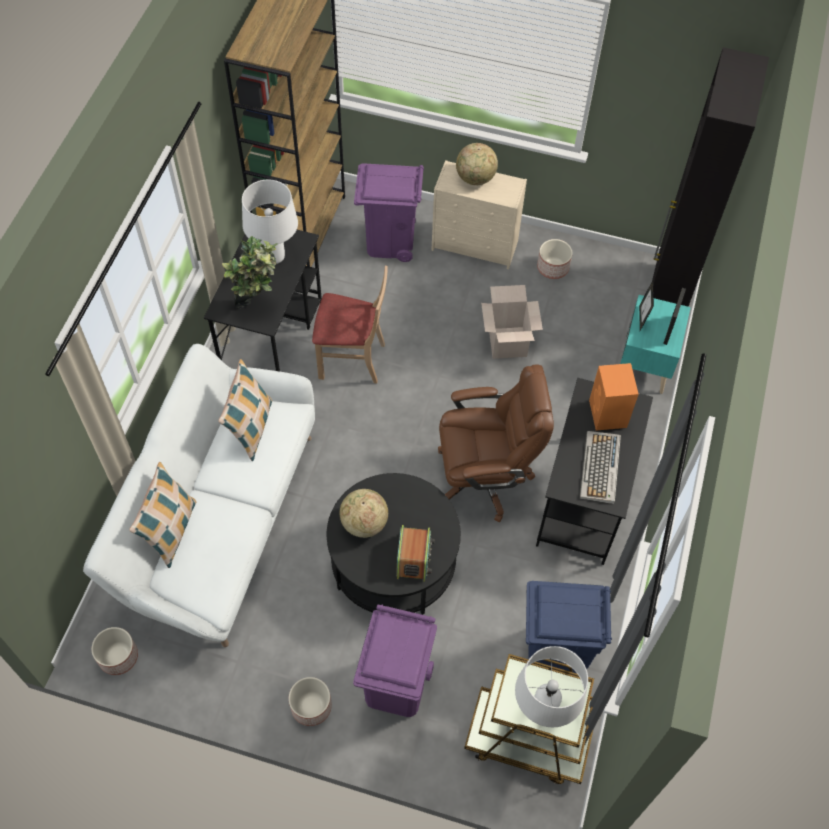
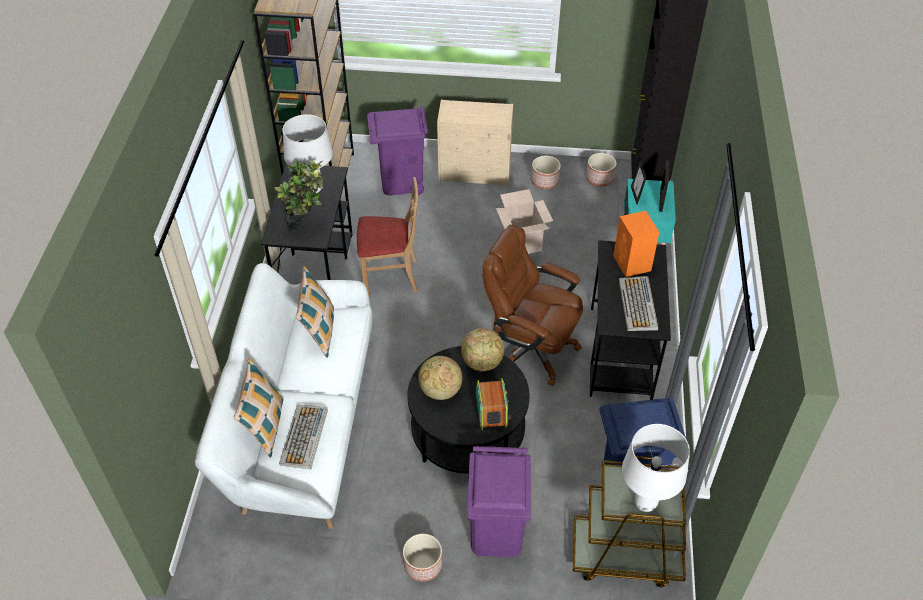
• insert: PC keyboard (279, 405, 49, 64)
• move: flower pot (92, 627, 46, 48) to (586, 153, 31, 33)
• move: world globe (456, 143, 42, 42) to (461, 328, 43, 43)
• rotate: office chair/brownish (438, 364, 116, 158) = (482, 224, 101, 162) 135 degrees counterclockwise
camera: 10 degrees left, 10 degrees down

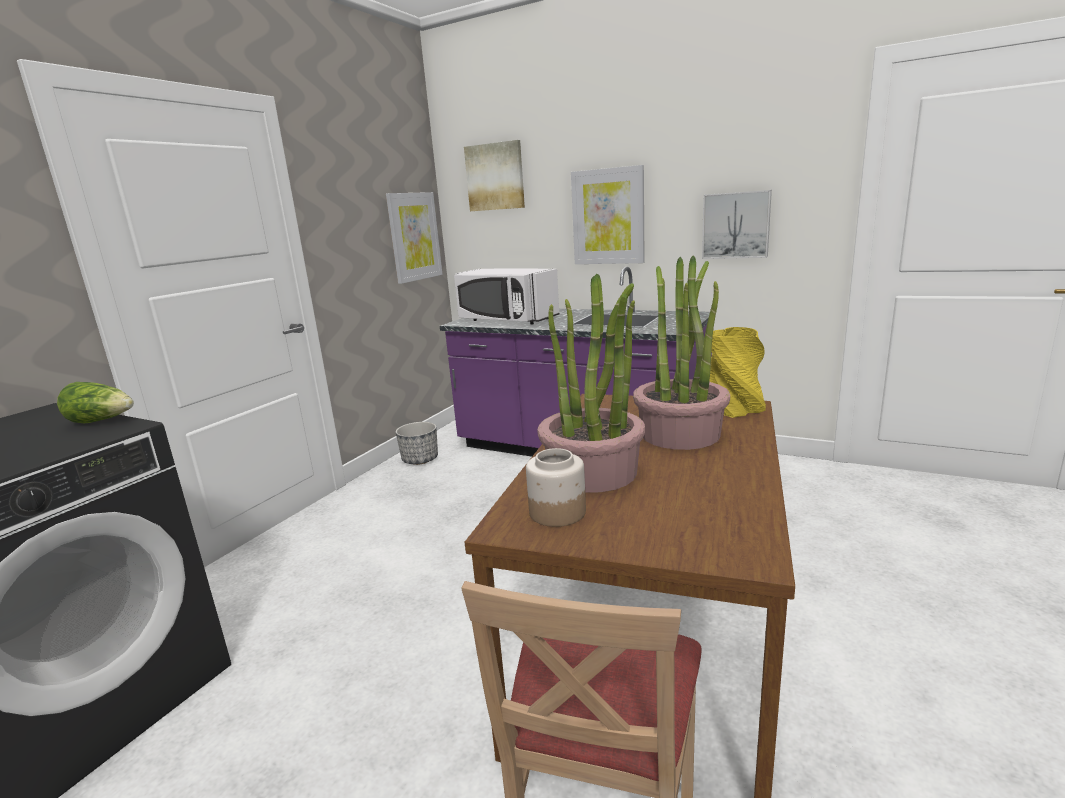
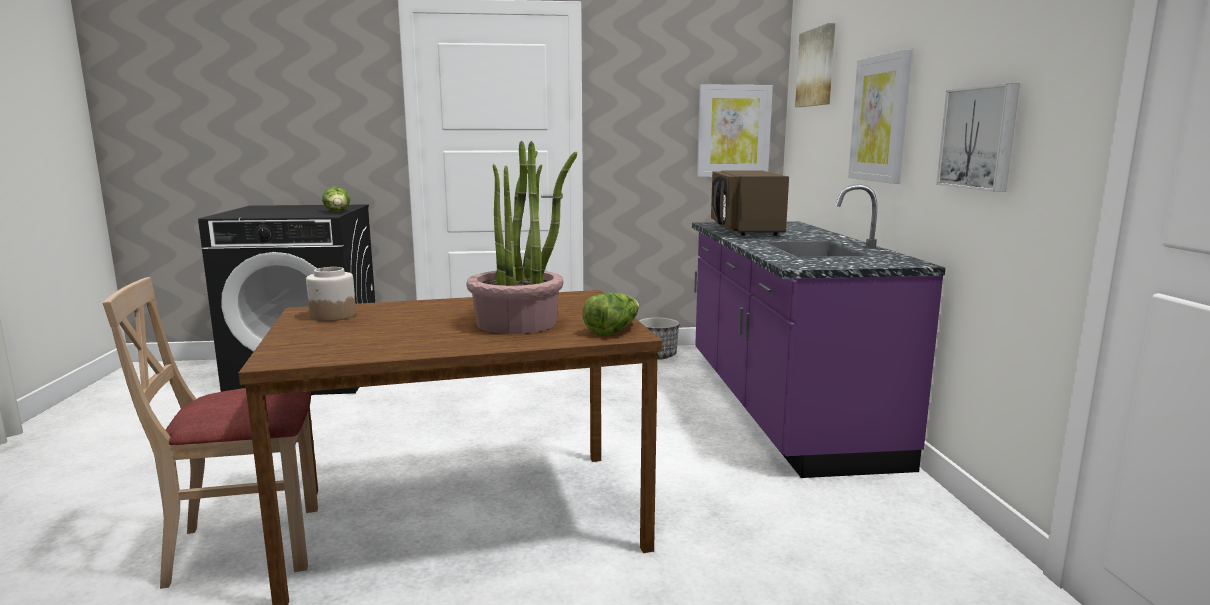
• delete: plant in a pot (537, 274, 108, 219)
• replace: decorative vase/yellow-coloured (709, 327, 57, 91) to lettuce (583, 293, 56, 43)
• recolor: microwave/white-coloured (454, 269, 105, 56) to microwave/brownish (711, 171, 78, 65)
camera: 55 degrees right, 5 degrees down

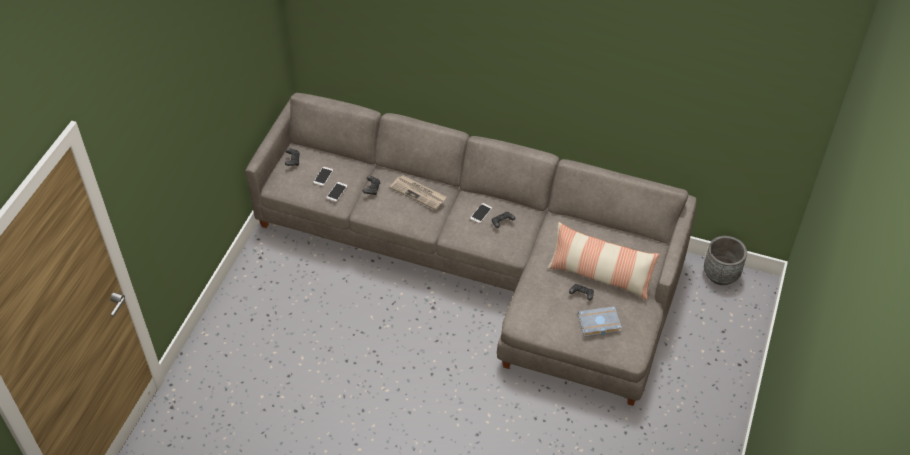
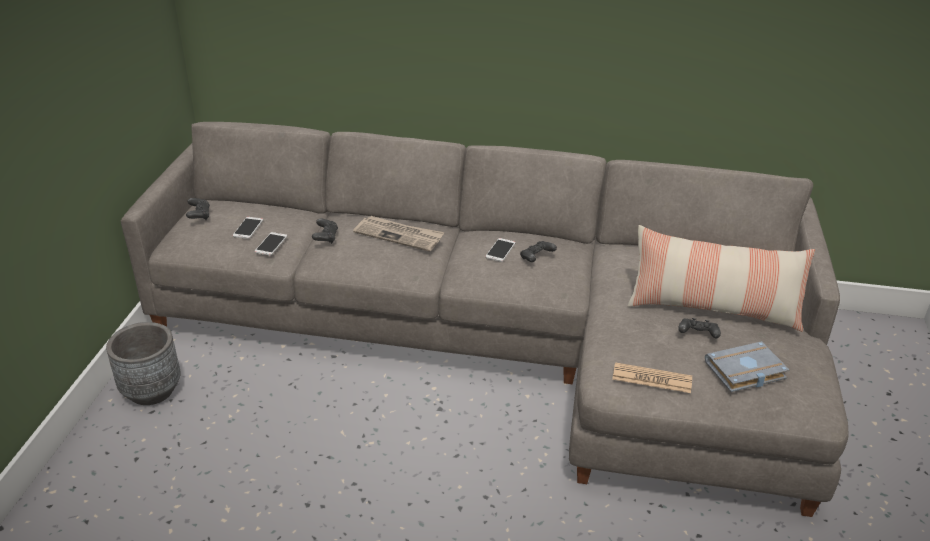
• insert: newspaper (612, 362, 80, 31)
• move: flower pot/grey (704, 236, 43, 49) to (106, 322, 75, 83)
camera: 10 degrees left, 15 degrees down

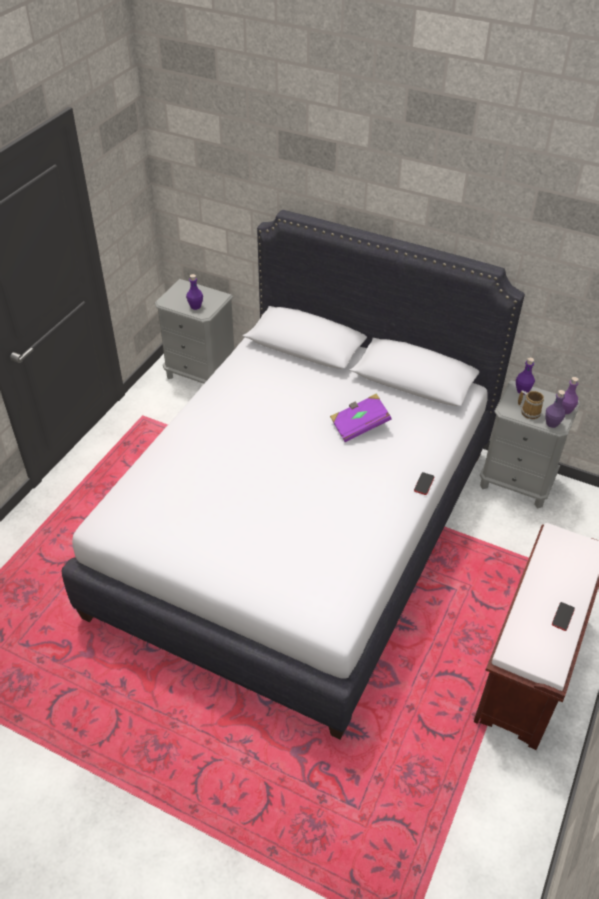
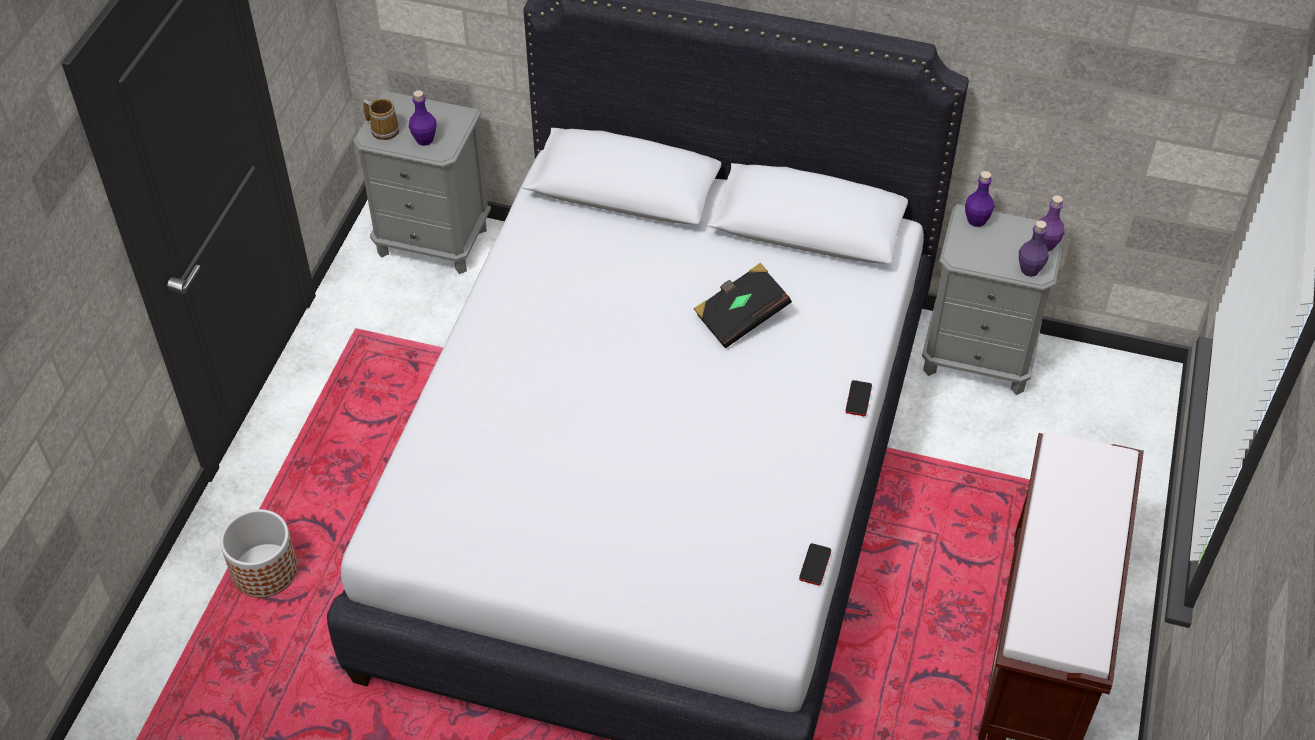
• insert: flower pot (220, 509, 78, 89)
• move: coffee mug (518, 390, 26, 29) to (363, 98, 36, 42)
• move: telephone (552, 602, 23, 29) to (799, 543, 32, 43)
• recolor: book/purple-coloured (330, 393, 62, 49) to book/black (694, 263, 98, 86)
camera: 10 degrees left, 5 degrees up

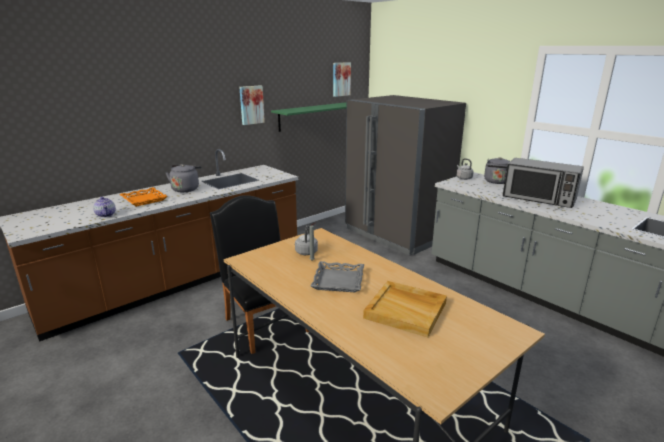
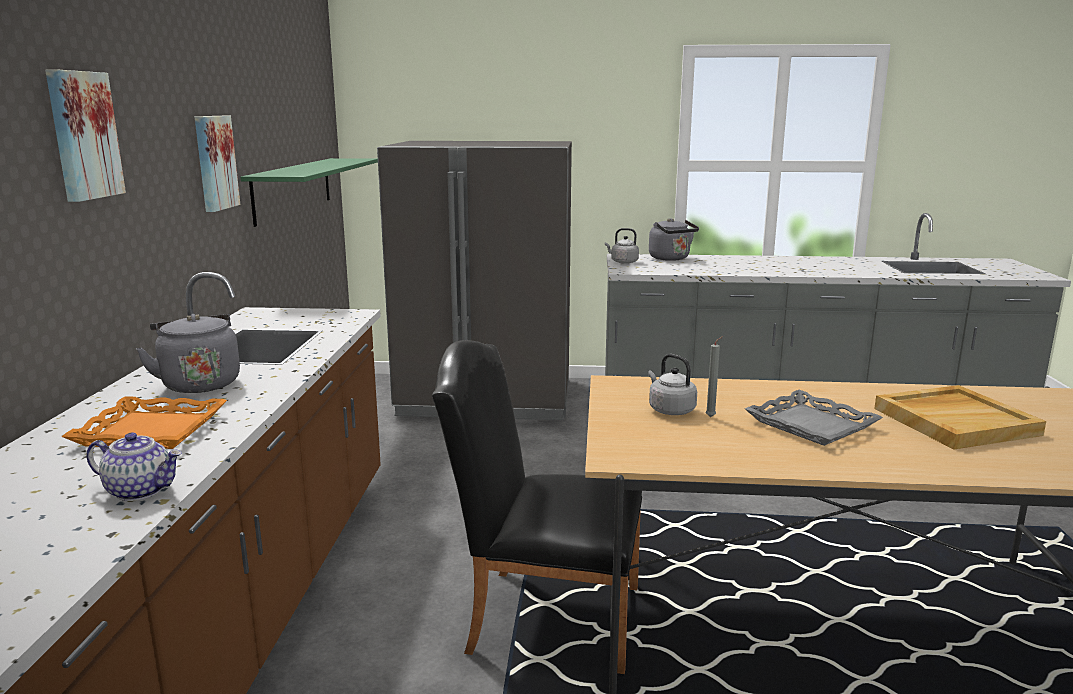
• delete: microwave (503, 158, 81, 50)
• move: picture (333, 62, 18, 35) to (45, 69, 81, 133)
camera: 45 degrees left, 5 degrees down

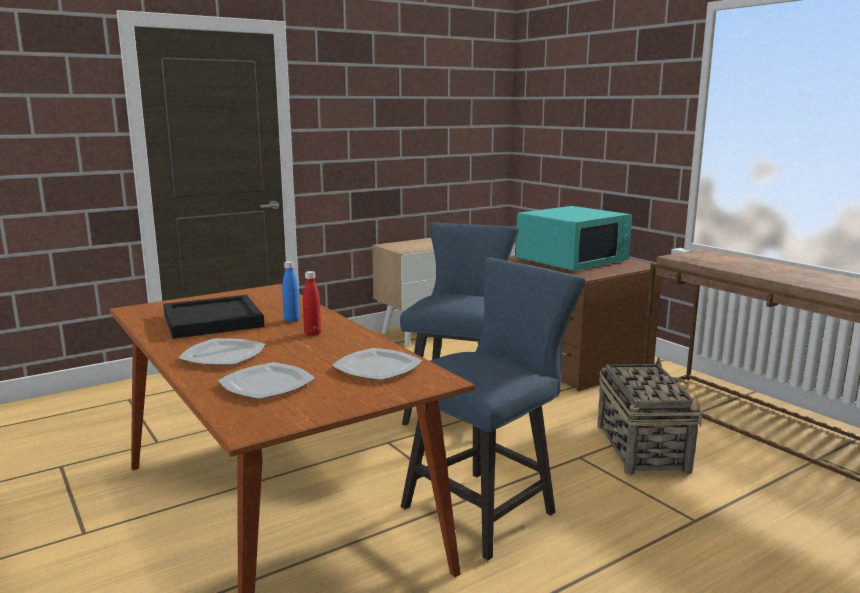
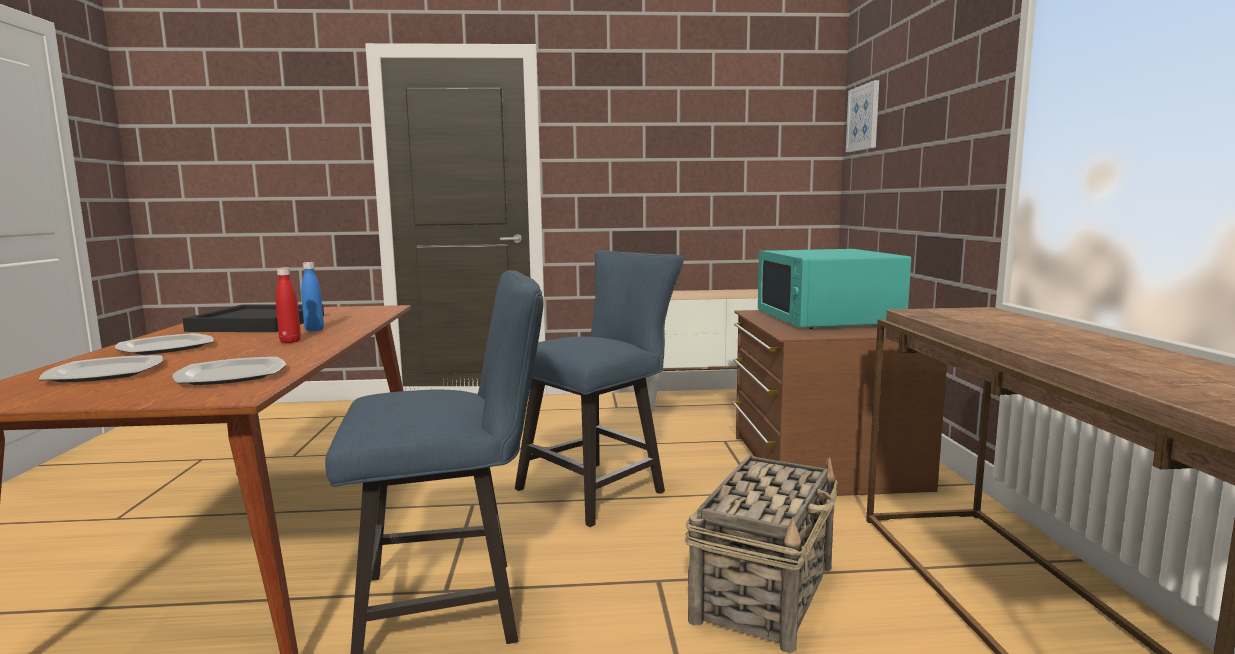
• insert: picture (846, 80, 33, 72)
• rotate: microwave/turquoise-coloured (516, 206, 116, 65) = (758, 249, 153, 80) 90 degrees clockwise
camera: 30 degrees right, 5 degrees down

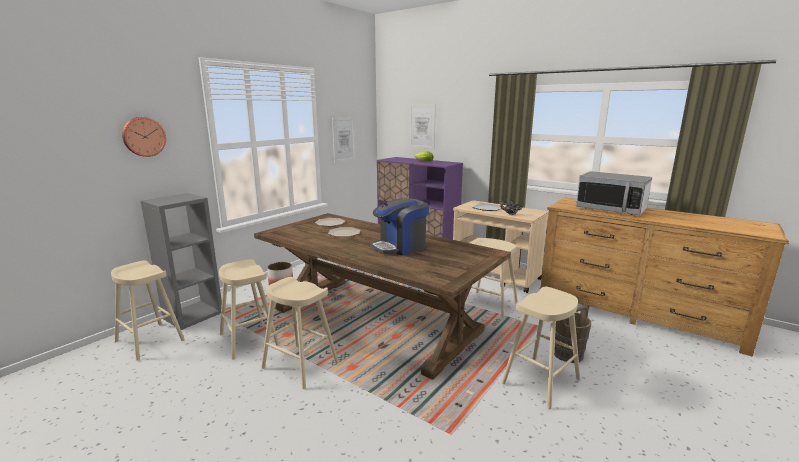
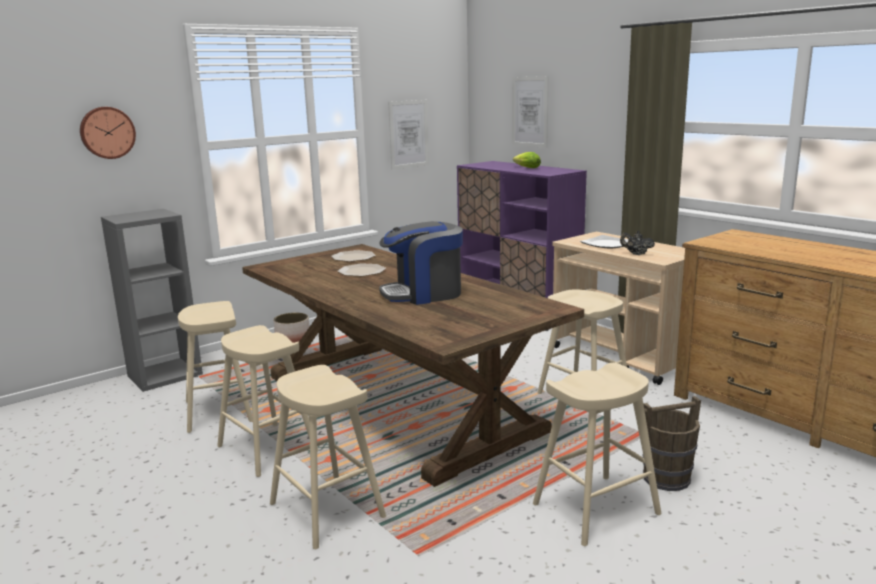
• delete: microwave (576, 171, 76, 44)
• move: sitting stool/beige (111, 260, 74, 101) to (270, 365, 116, 184)
camera: 15 degrees right, 0 degrees up

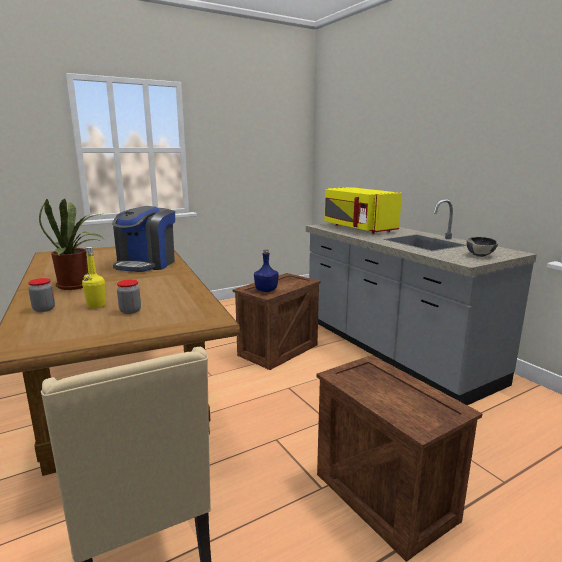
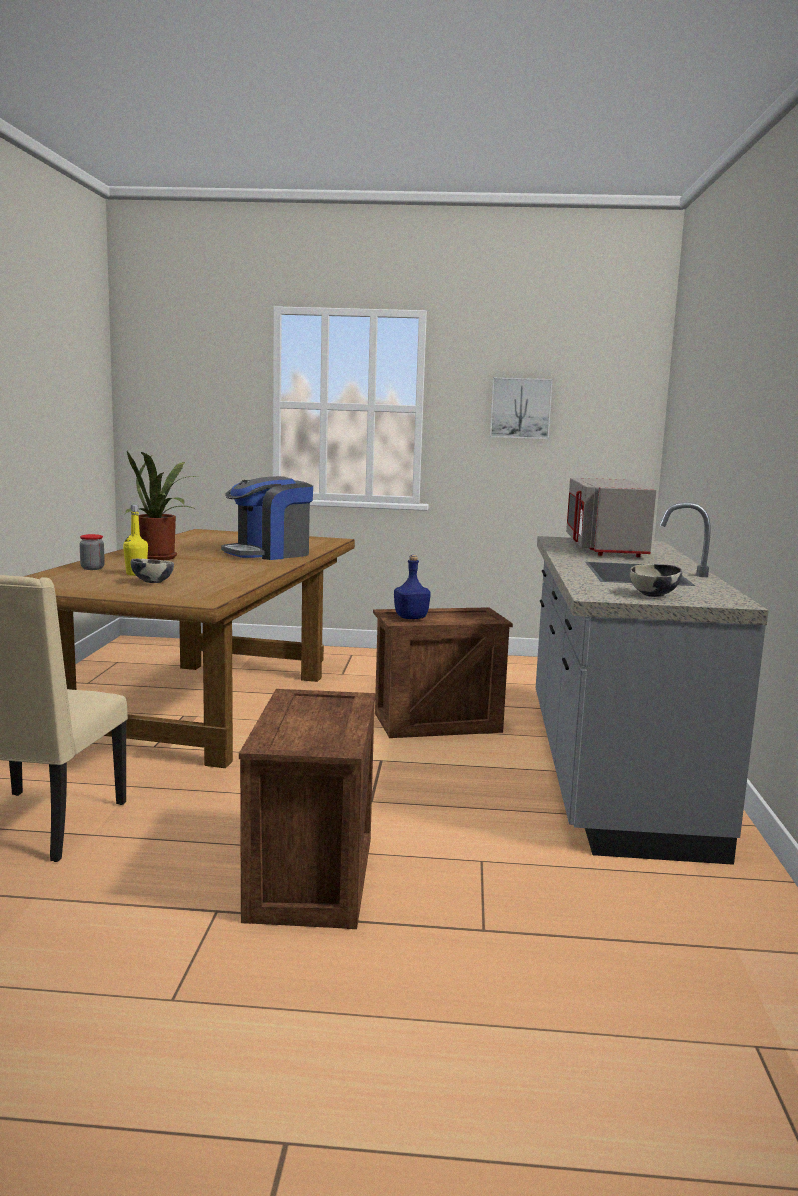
• insert: picture (490, 377, 63, 62)
• replace: storage jar (117, 280, 24, 34) to deep dish (131, 559, 43, 24)
• recolor: microwave/yellow-coloured (324, 187, 78, 47) to microwave/grey (566, 478, 90, 79)
camera: 35 degrees right, 5 degrees down

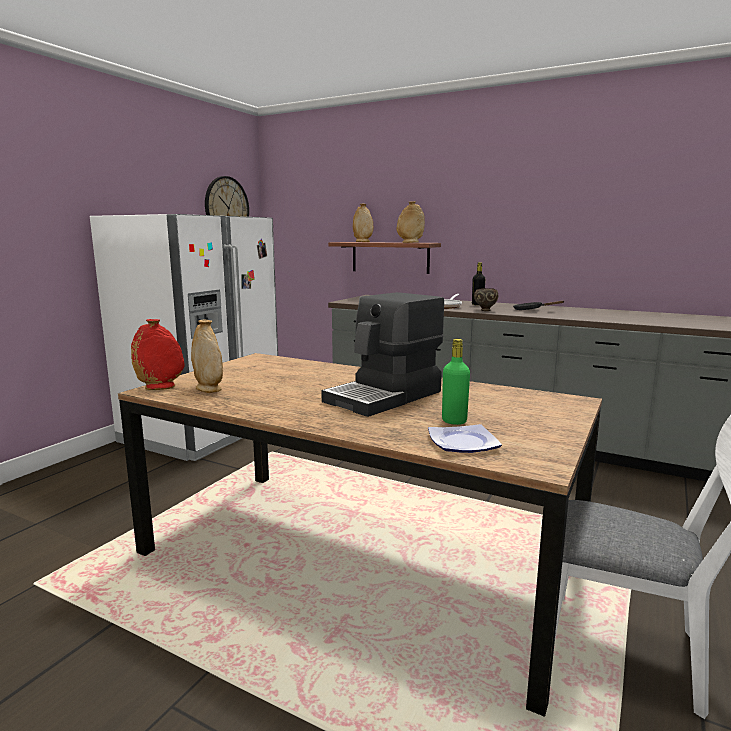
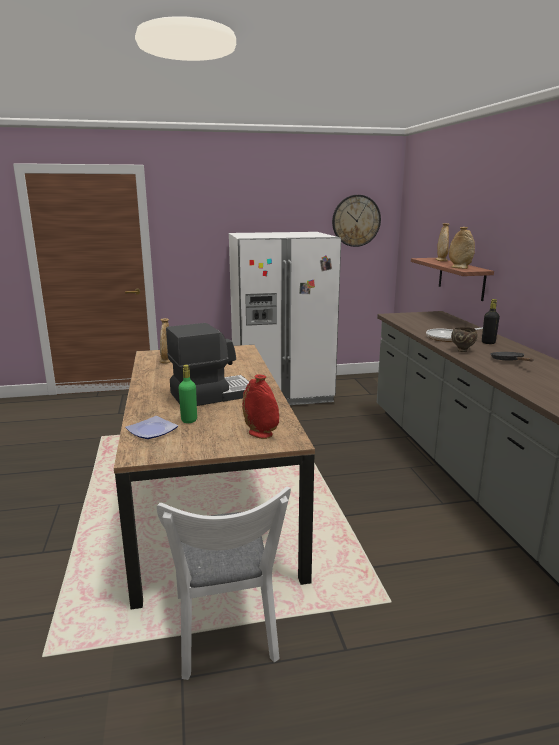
• move: decorative vase/reddish (131, 319, 54, 71) to (242, 374, 37, 65)
• rotate: coffee maker (321, 292, 123, 125) = (166, 323, 83, 83) 150 degrees clockwise
camera: 50 degrees right, 5 degrees up

